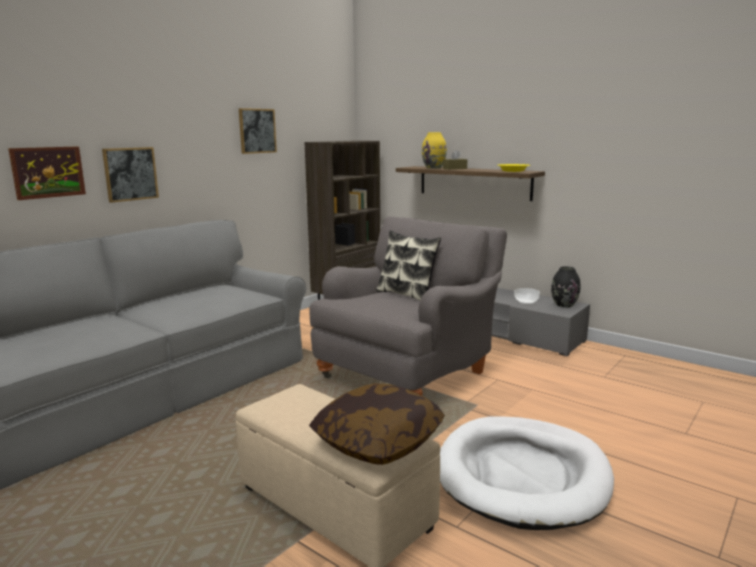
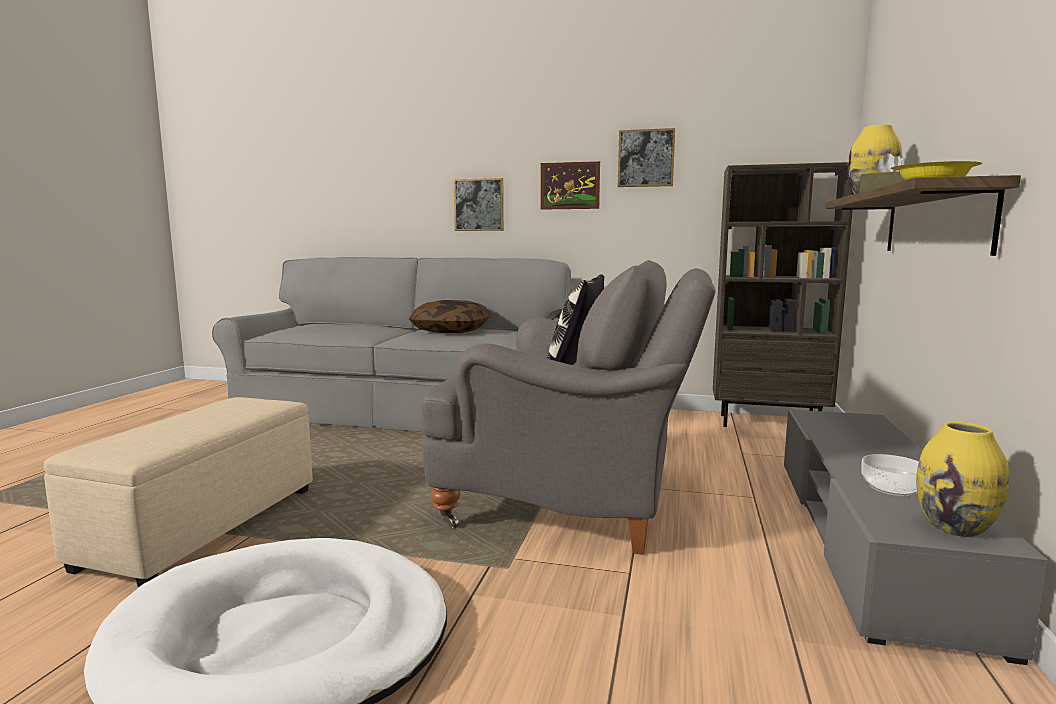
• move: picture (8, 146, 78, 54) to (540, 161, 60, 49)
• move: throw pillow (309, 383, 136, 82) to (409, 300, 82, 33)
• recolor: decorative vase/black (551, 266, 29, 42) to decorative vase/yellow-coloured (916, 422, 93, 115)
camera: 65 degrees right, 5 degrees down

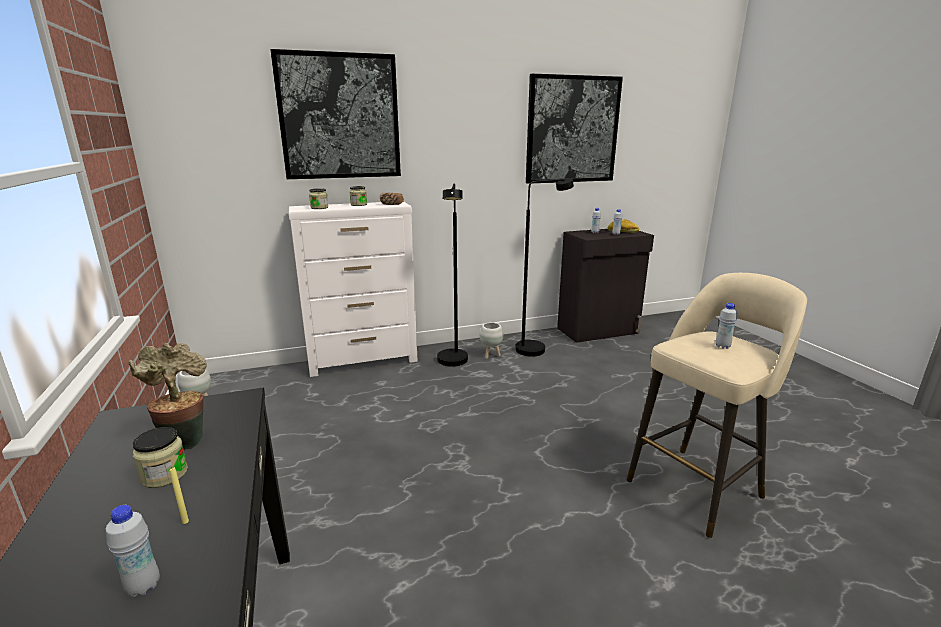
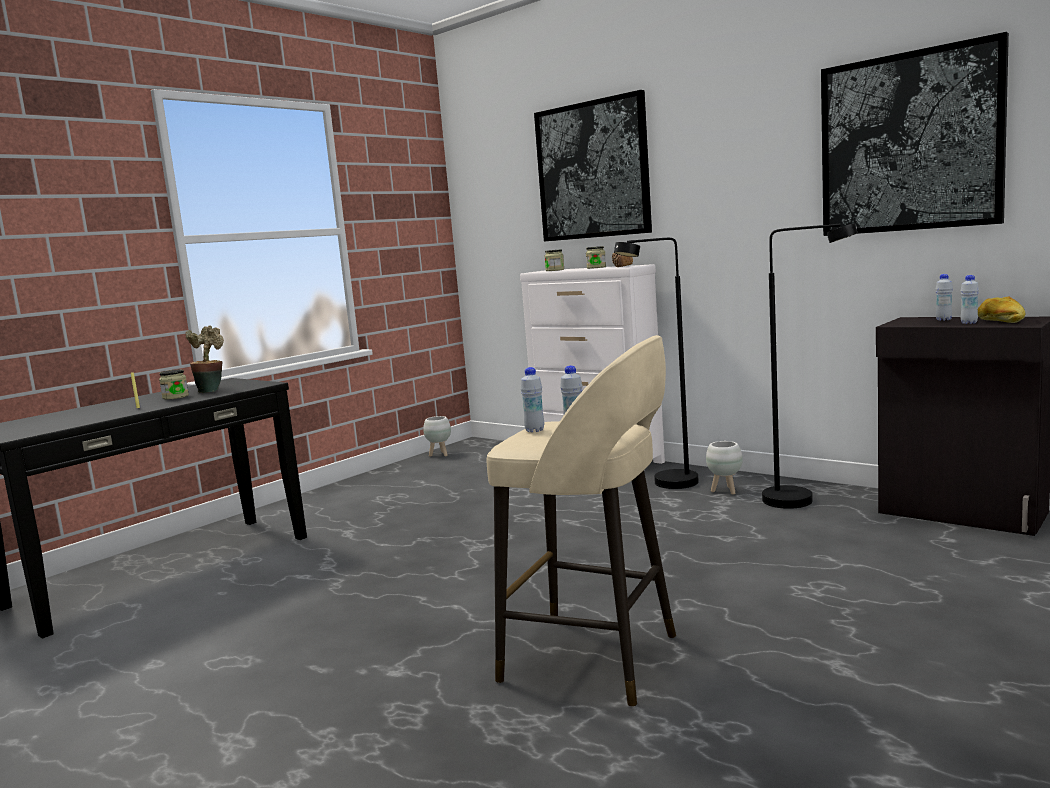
• move: bottle/white-coloured (106, 505, 54, 92) to (521, 367, 23, 65)
camera: 60 degrees right, 10 degrees down

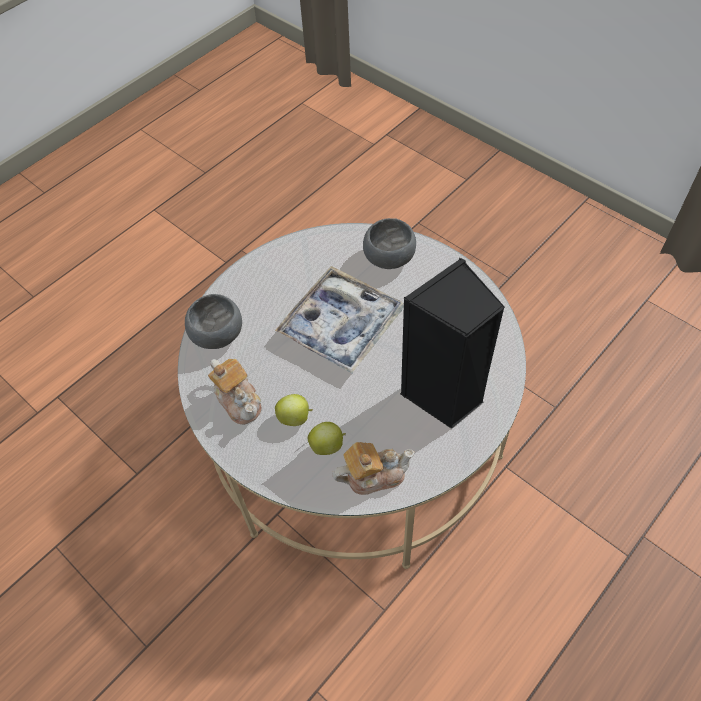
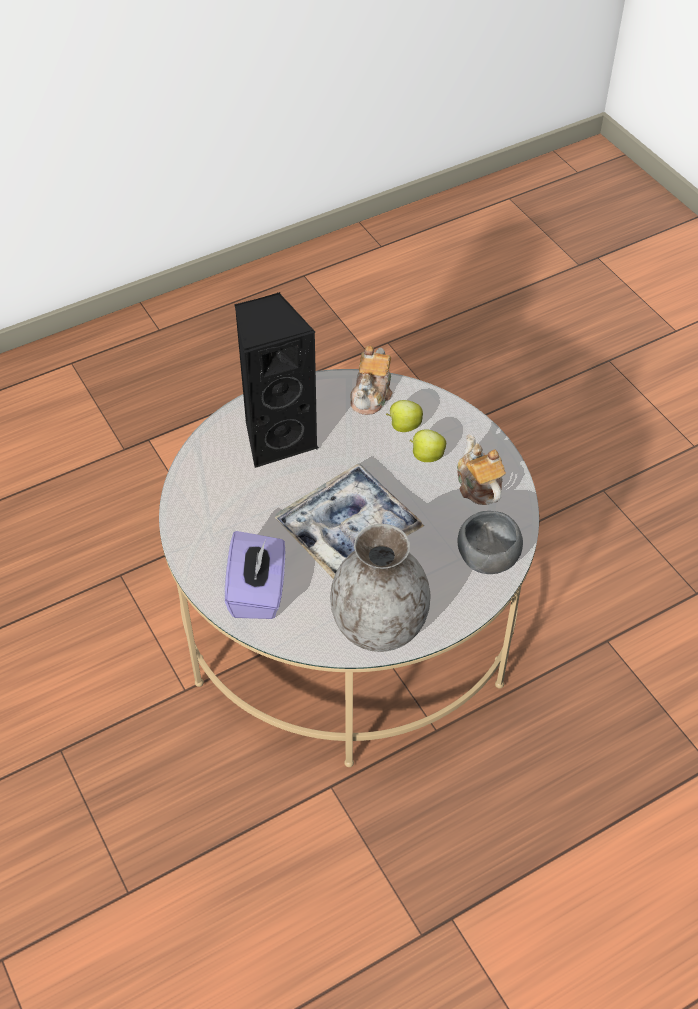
• insert: decorative vase/grey (330, 524, 100, 128)
• replace: deep dish/grey (363, 218, 53, 51) to tissue holder/purple-coloured (225, 531, 60, 88)
• rotate: pot for tea (332, 442, 83, 53) = (350, 346, 43, 69) 75 degrees counterclockwise
camera: 165 degrees left, 5 degrees down

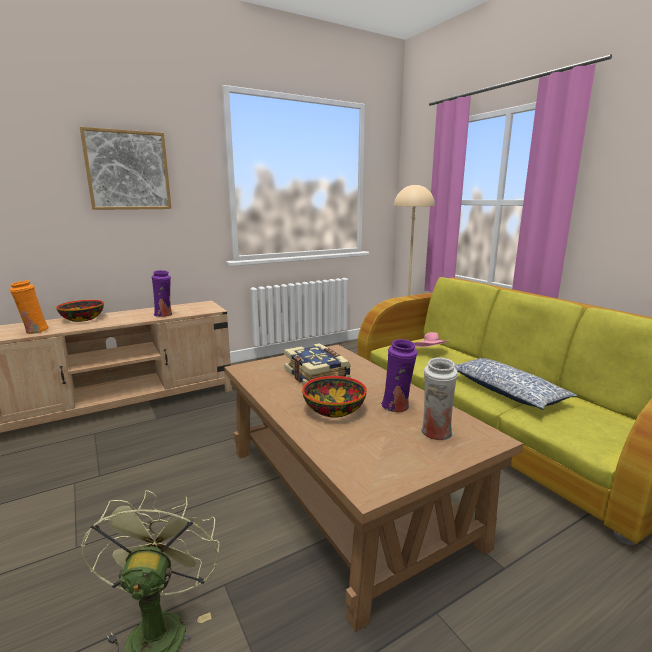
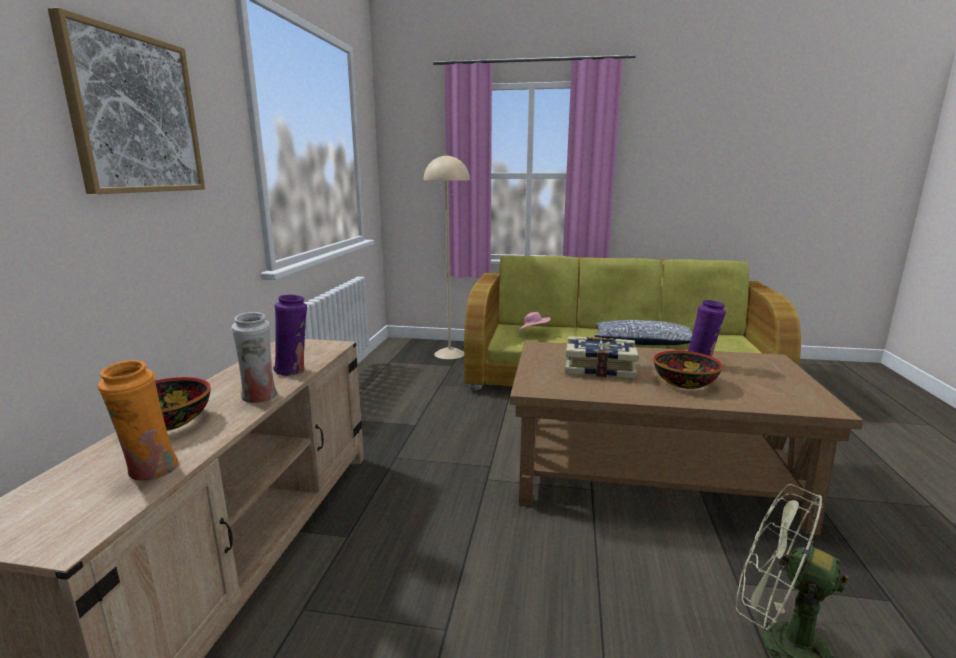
• move: decorative vase/white-coloured (421, 357, 37, 83) to (231, 312, 47, 91)
camera: 50 degrees left, 0 degrees up

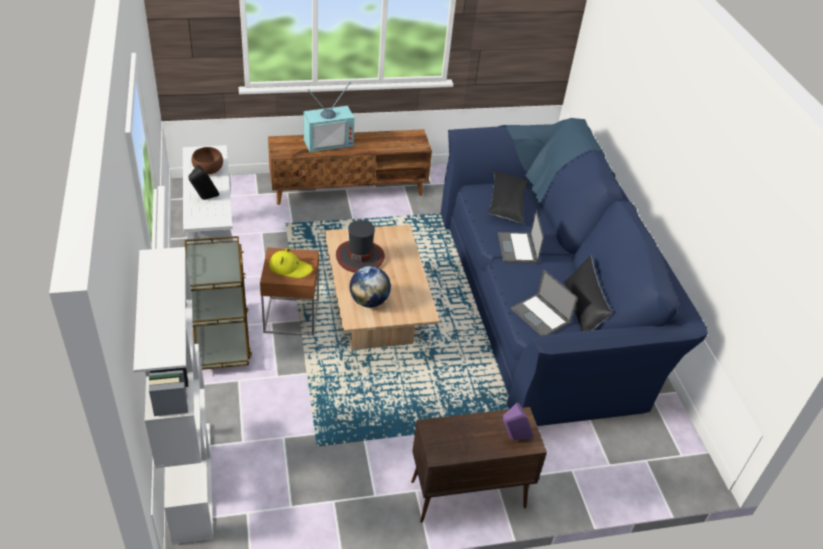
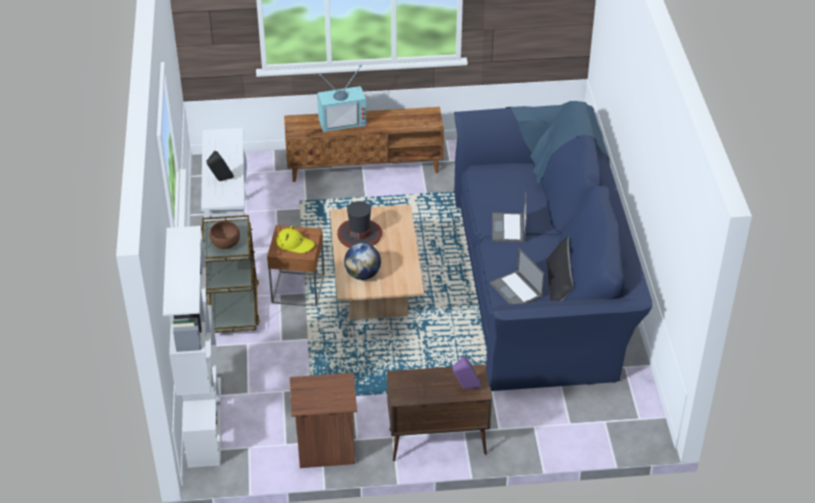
• delete: throw pillow/black (488, 171, 40, 53)
• insert: nightstand/brownish (290, 373, 67, 95)
• move: deep dish/brownish (192, 147, 31, 28) to (209, 221, 31, 28)
camera: 10 degrees right, 0 degrees up

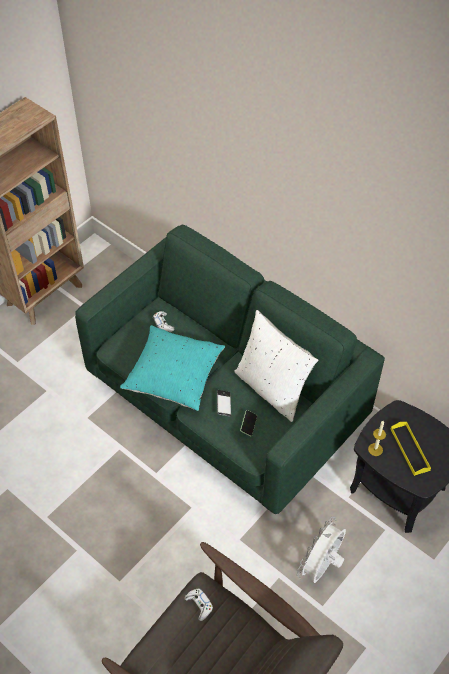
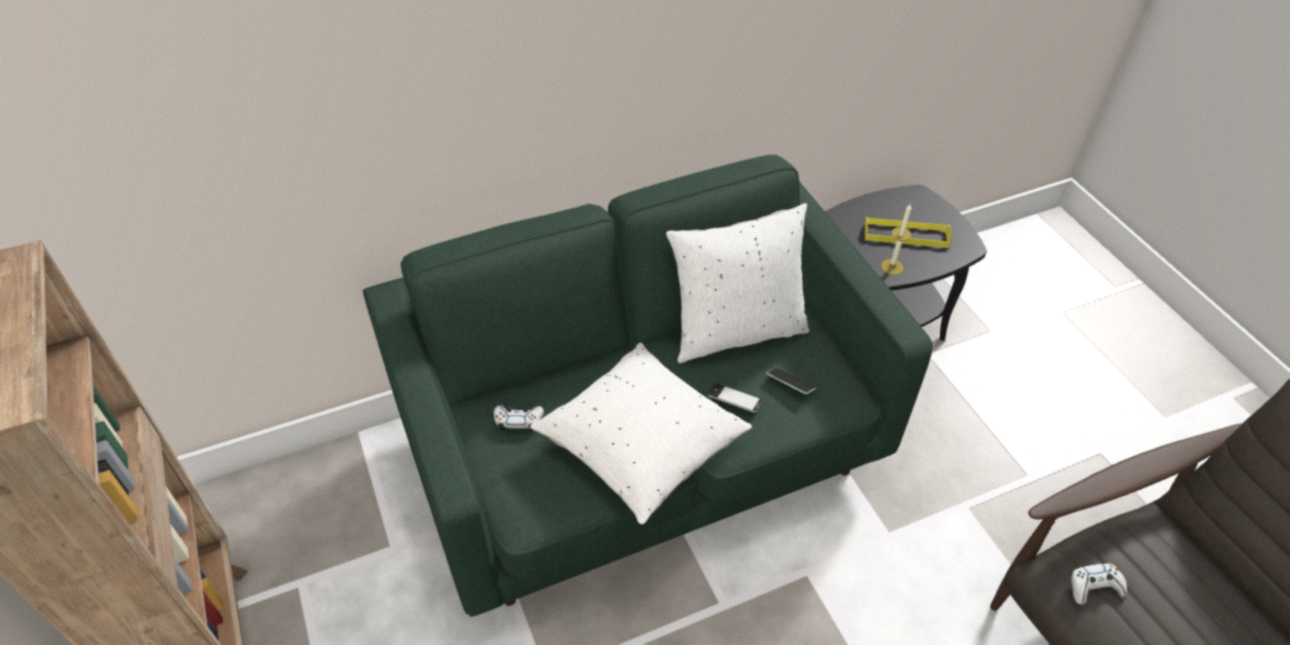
• delete: cooling fan/white-coloured (297, 517, 49, 66)
• recolor: throw pillow/turquoise-coloured (120, 325, 105, 86) to throw pillow/white-coloured (530, 343, 222, 182)
camera: 65 degrees left, 5 degrees down

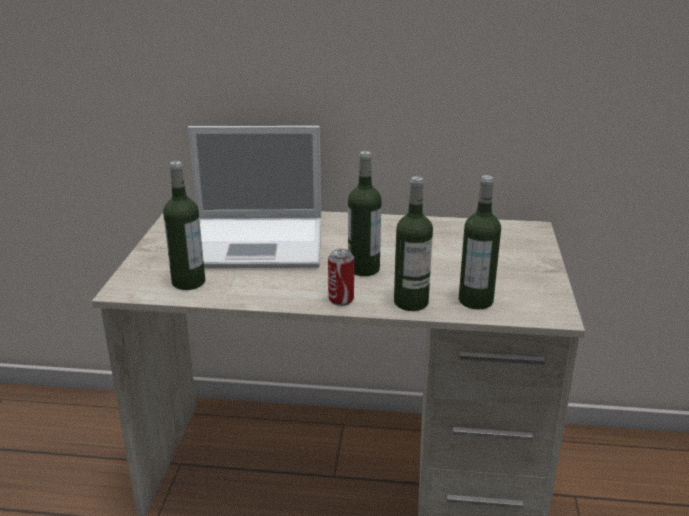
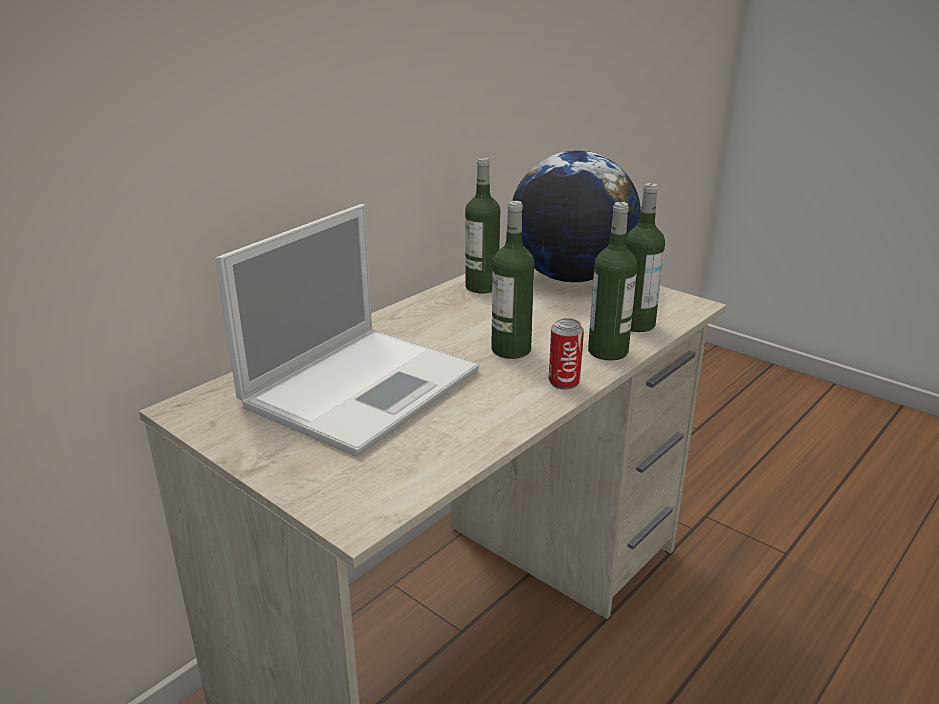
• insert: world globe (512, 151, 129, 131)
• move: bottle (163, 161, 42, 129) to (465, 158, 35, 135)
camera: 55 degrees left, 0 degrees up

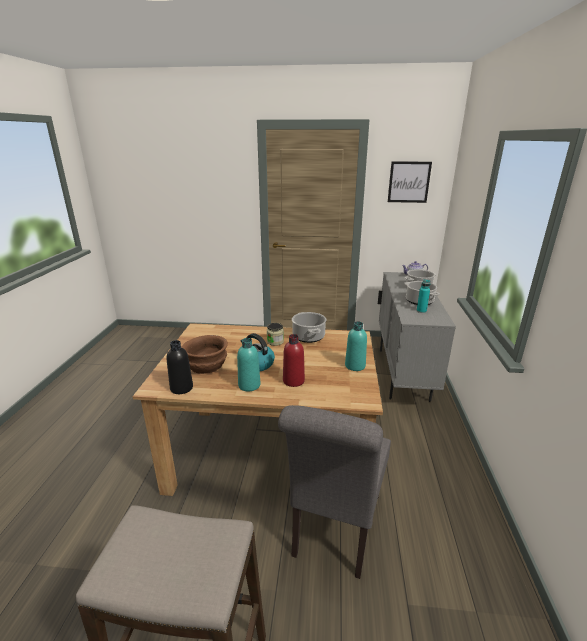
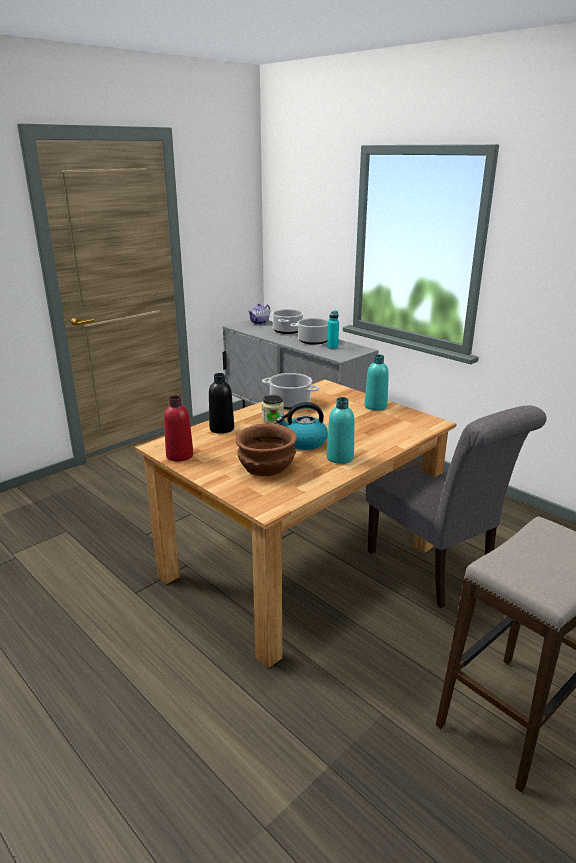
• delete: picture (388, 161, 44, 42)
• move: bottle/black (167, 340, 26, 54) to (209, 373, 25, 61)
• move: bottle/reddish (283, 334, 22, 53) to (164, 395, 29, 66)
camera: 50 degrees left, 0 degrees up

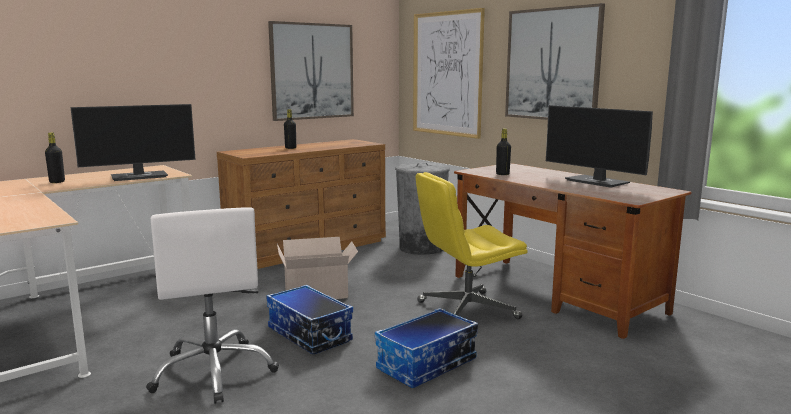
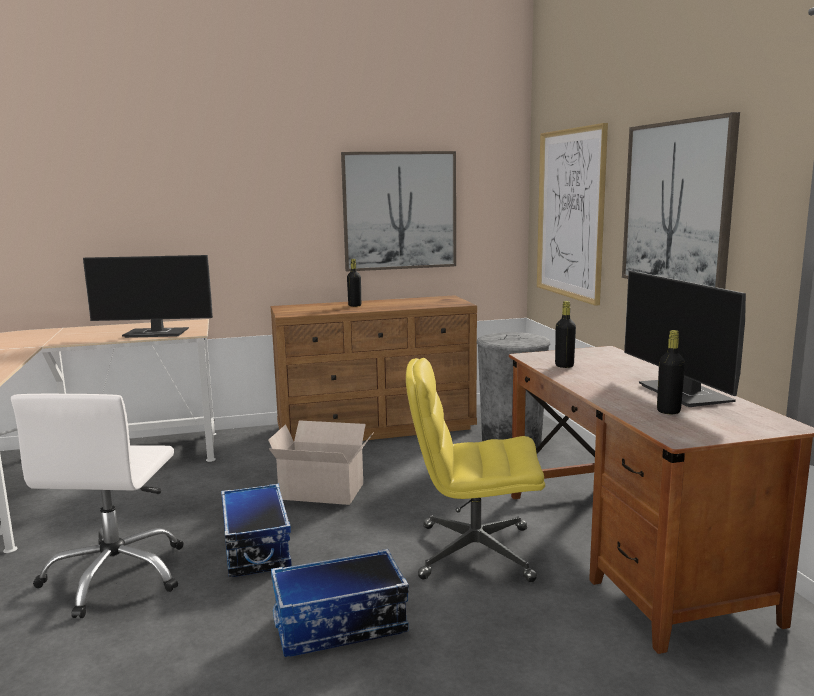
• move: bottle/black (45, 132, 20, 51) to (657, 330, 28, 84)
camera: 25 degrees right, 0 degrees up

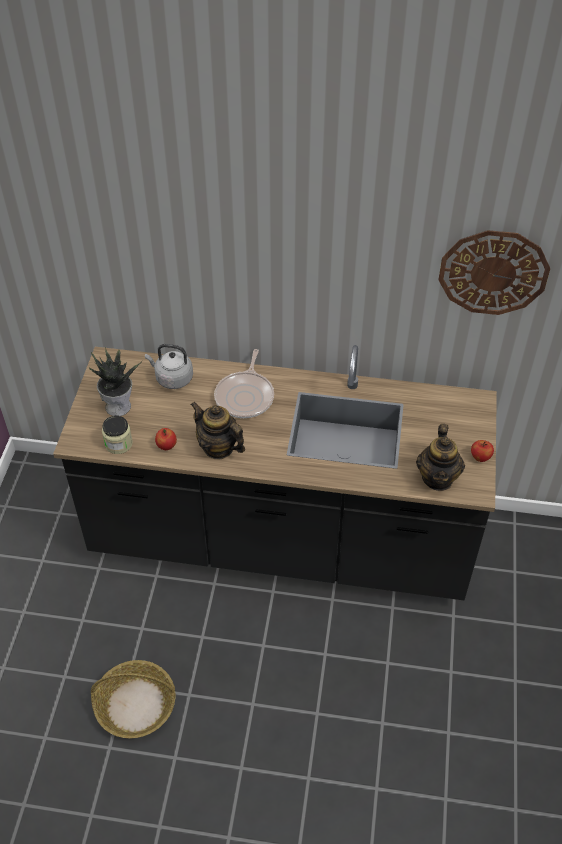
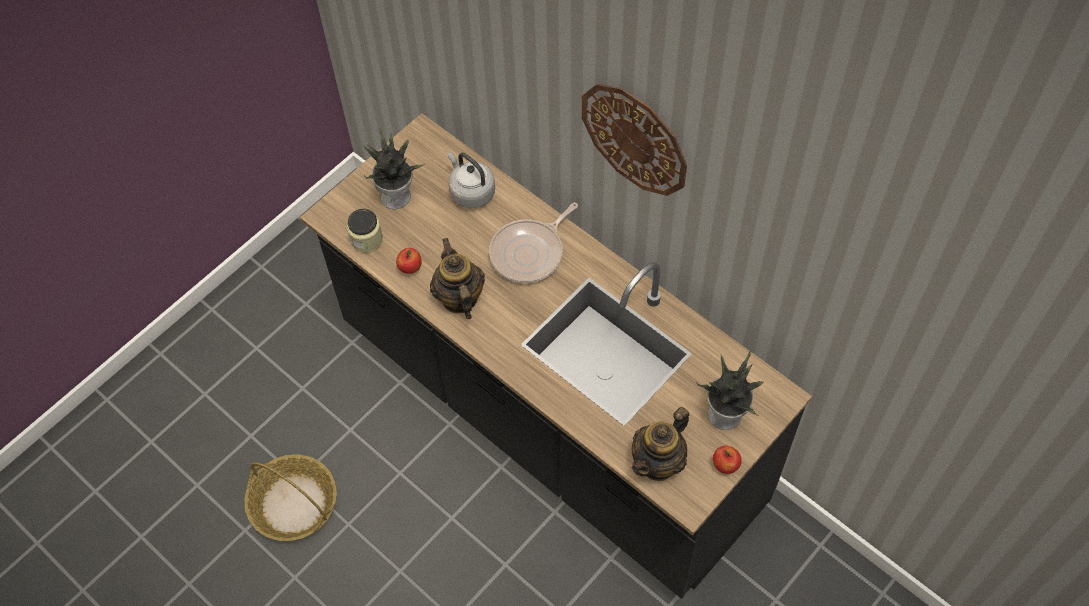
• insert: plant in a pot (696, 351, 67, 79)
• move: clock on the wall (438, 230, 112, 85) to (582, 84, 105, 112)
camera: 35 degrees right, 10 degrees up

